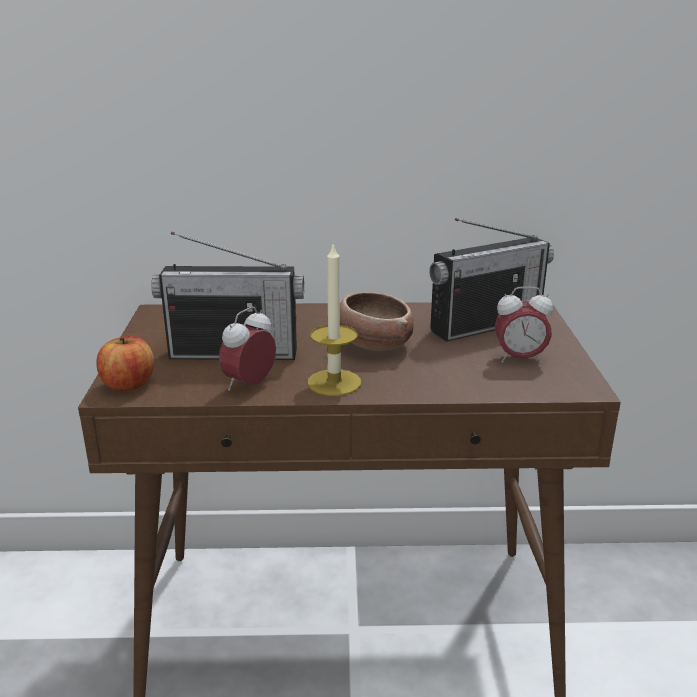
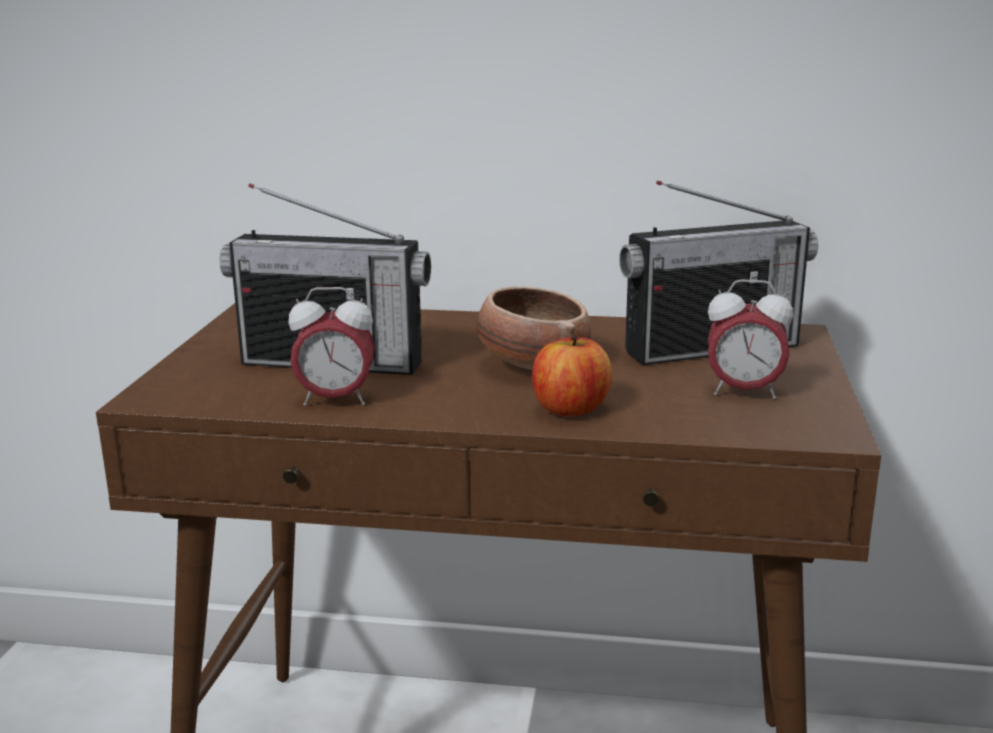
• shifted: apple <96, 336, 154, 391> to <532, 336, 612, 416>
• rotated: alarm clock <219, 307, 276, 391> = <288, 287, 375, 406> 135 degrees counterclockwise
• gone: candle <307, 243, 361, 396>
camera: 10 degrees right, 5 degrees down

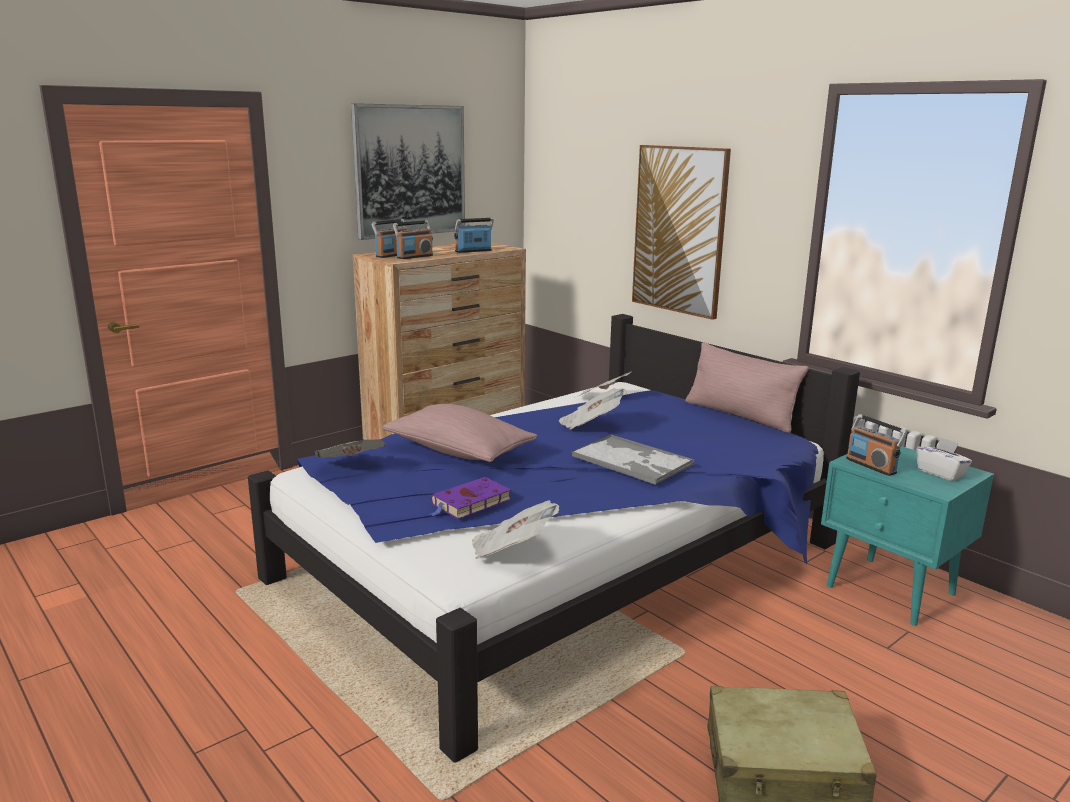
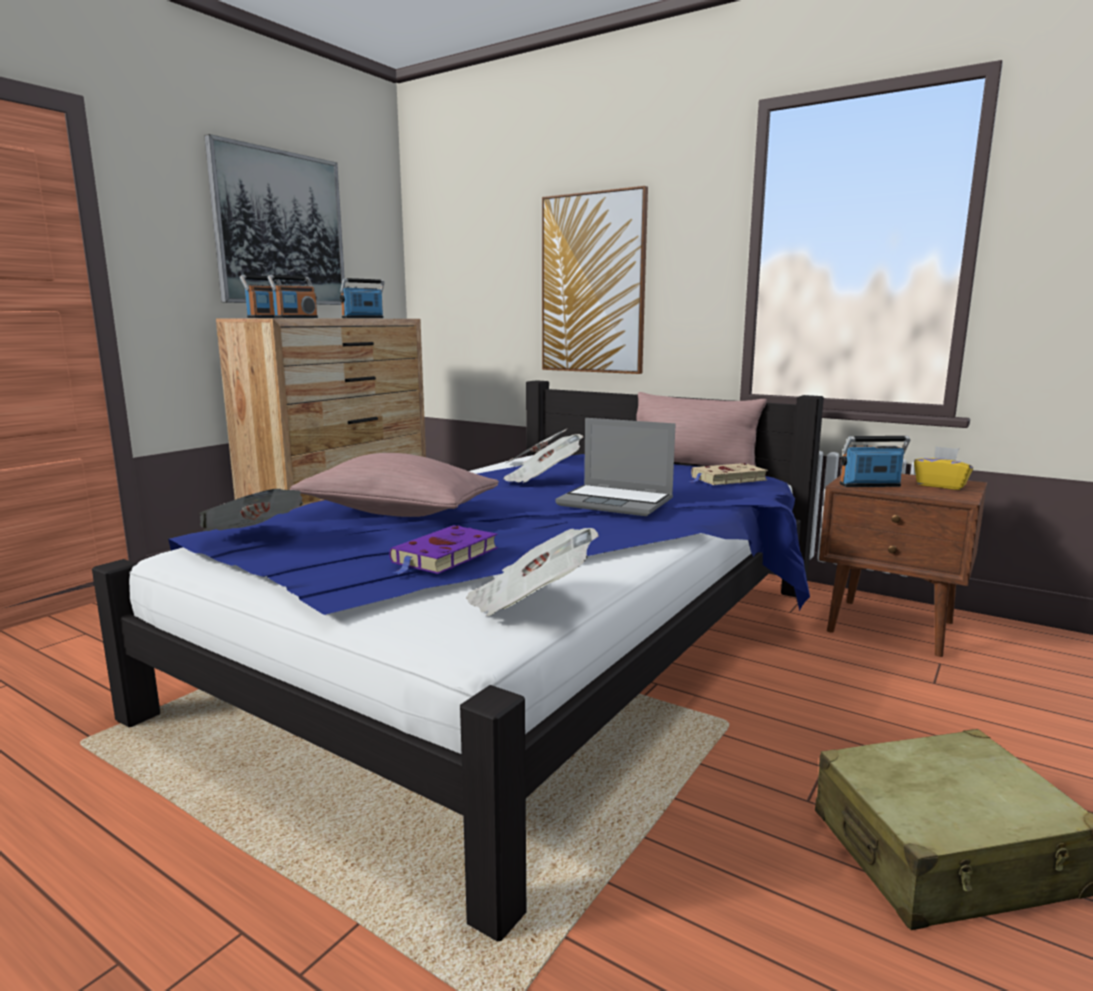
• swapped: tray <571, 434, 694, 485> to laptop <555, 418, 676, 516>
• repainted: turquoise nightstand <821, 446, 994, 626> to brown nightstand <819, 474, 987, 657>
• rotated: radio <846, 414, 907, 476> = <840, 436, 910, 487> 135 degrees clockwise
• repainted: white tissue box <916, 437, 972, 481> to yellow tissue box <914, 446, 973, 490>
• new: beige book <689, 463, 768, 485>
camera: 15 degrees left, 5 degrees down

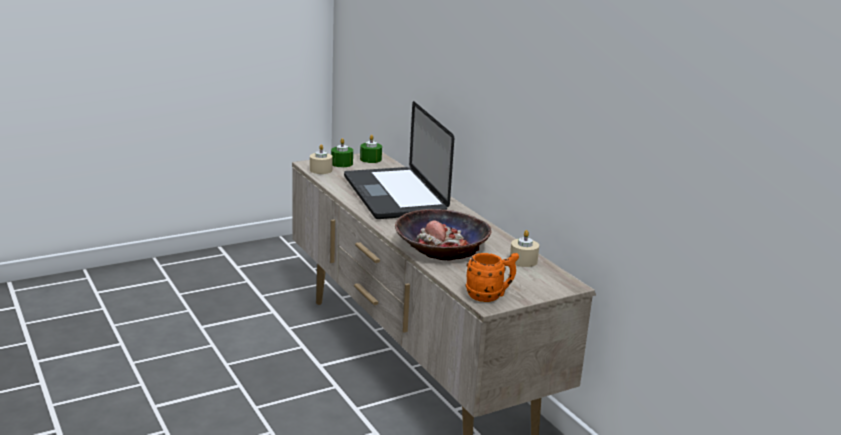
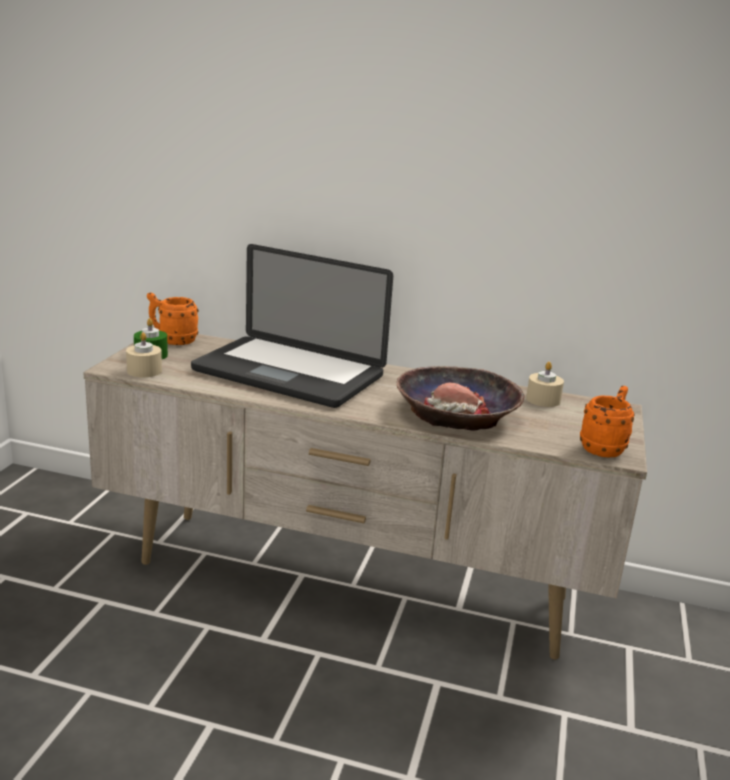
• swapped: green candle <360, 134, 382, 163> to orange mug <147, 293, 199, 345>
camera: 45 degrees left, 0 degrees up

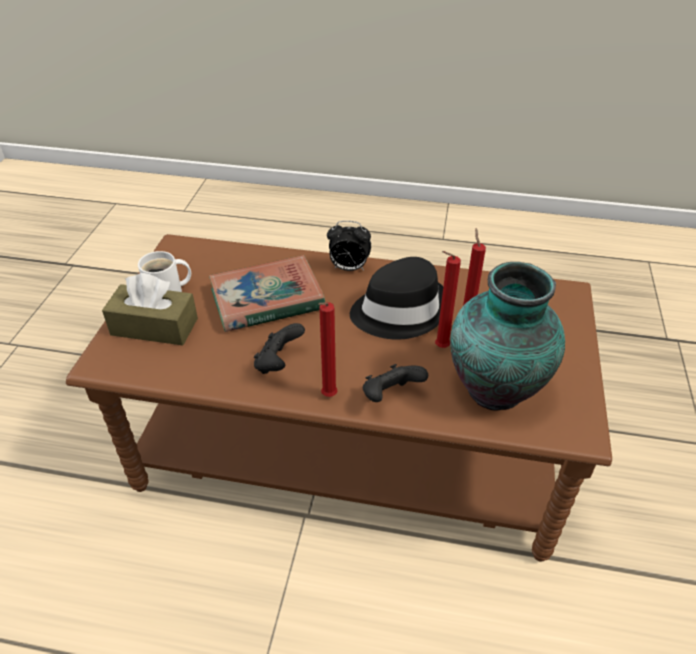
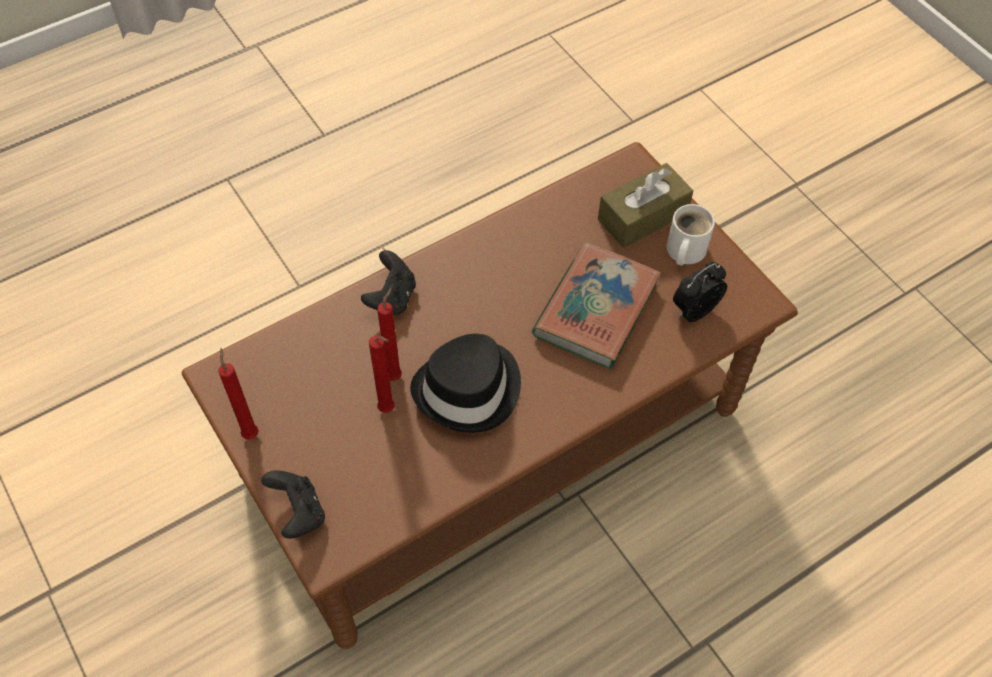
• shifted: black game controller <254, 323, 305, 374> to <261, 470, 325, 539>
• shifted: red candle <318, 302, 337, 397> to <218, 348, 259, 440>
• shifted: alarm clock <327, 221, 371, 271> to <673, 262, 727, 322>
• gone: vase <450, 262, 565, 410>
camera: 135 degrees right, 15 degrees up

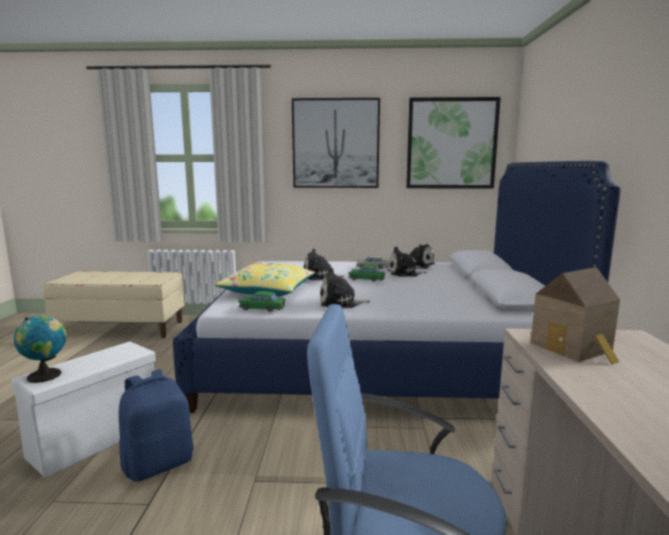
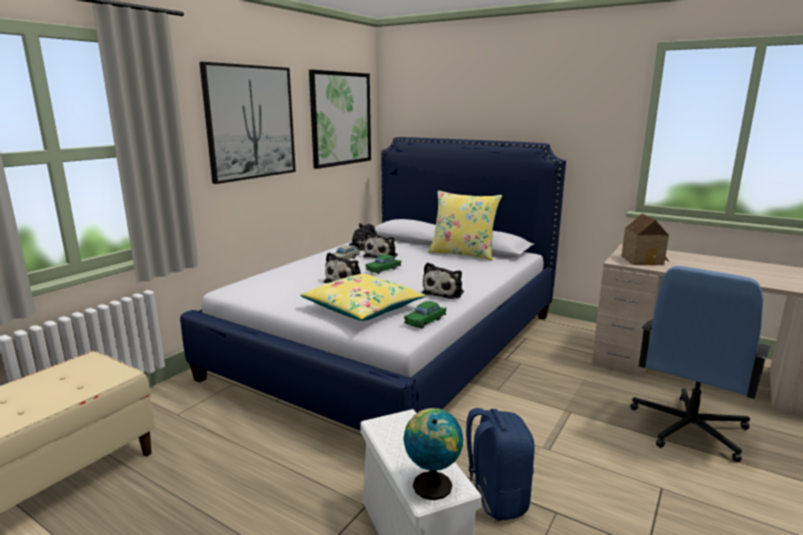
• new: yellow pillow <428, 190, 502, 261>
camera: 60 degrees left, 5 degrees up

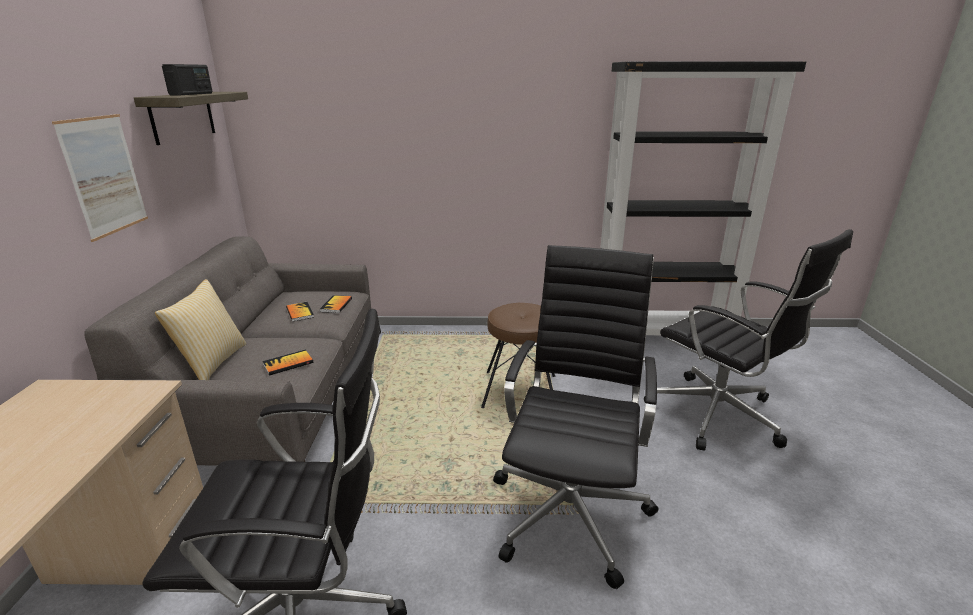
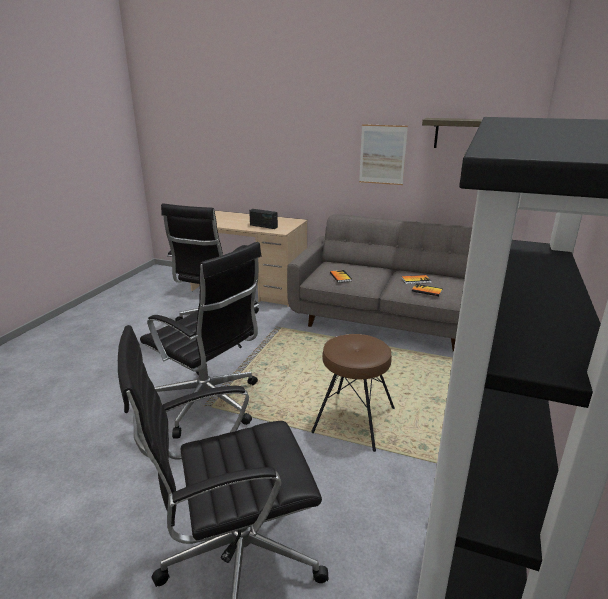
• gone: pillow <155, 279, 246, 380>
• shifted: radio <162, 64, 213, 95> to <249, 209, 278, 229>
camera: 110 degrees right, 0 degrees up

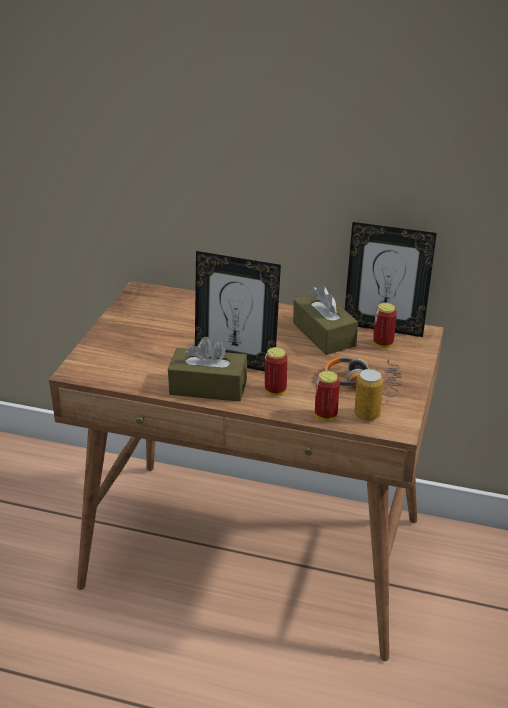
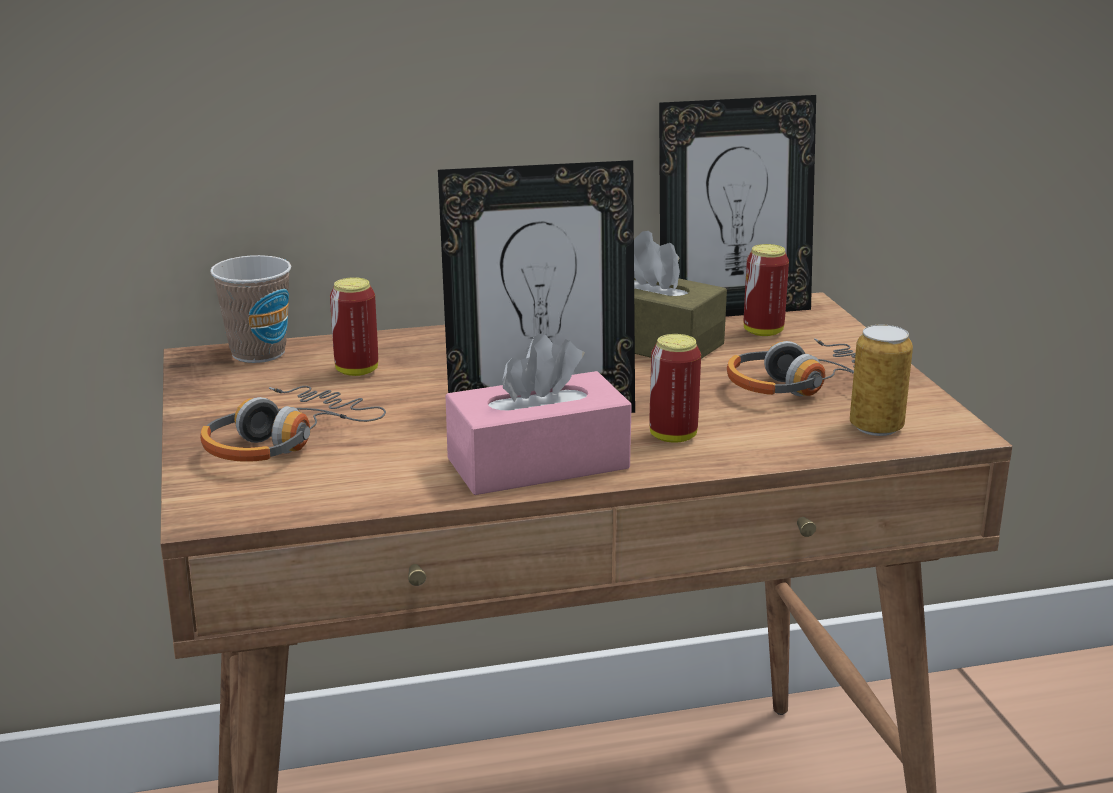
• repainted: brown tissue box <168, 337, 247, 402> to pink tissue box <445, 334, 632, 495>
• shifted: can <315, 371, 340, 421> to <330, 277, 378, 376>
• new: headphones <200, 386, 386, 462>
• new: cup <210, 255, 291, 363>
camera: 30 degrees left, 10 degrees down

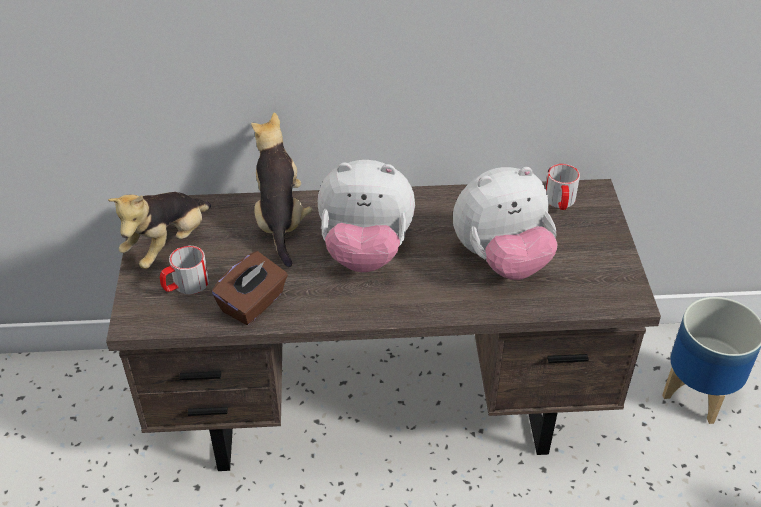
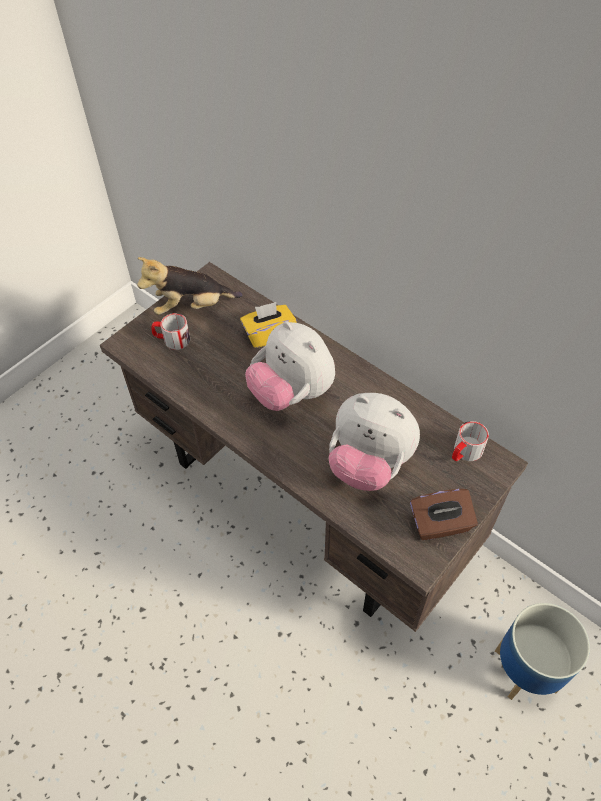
• shifted: brown tissue box <212, 251, 288, 325> to <410, 489, 478, 540>
• swapped: plush toy <251, 112, 312, 267> to yellow tissue box <240, 302, 297, 348>
camera: 45 degrees right, 10 degrees up

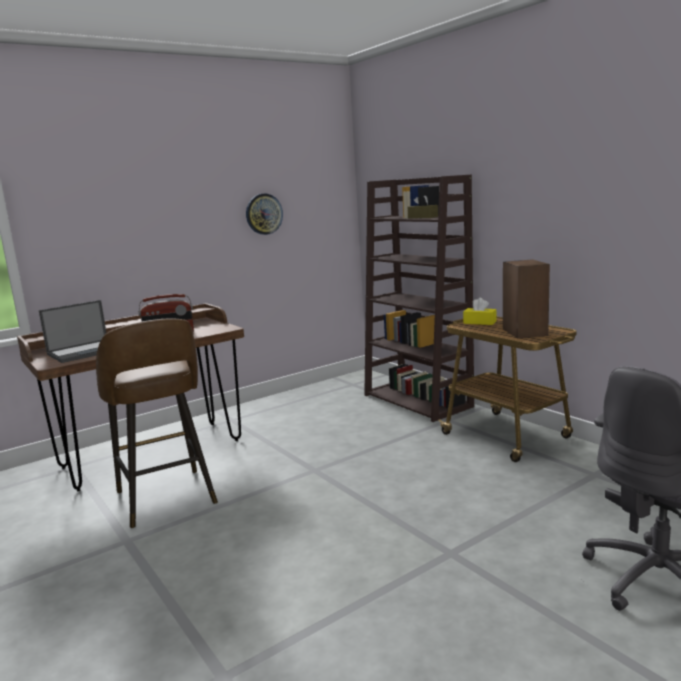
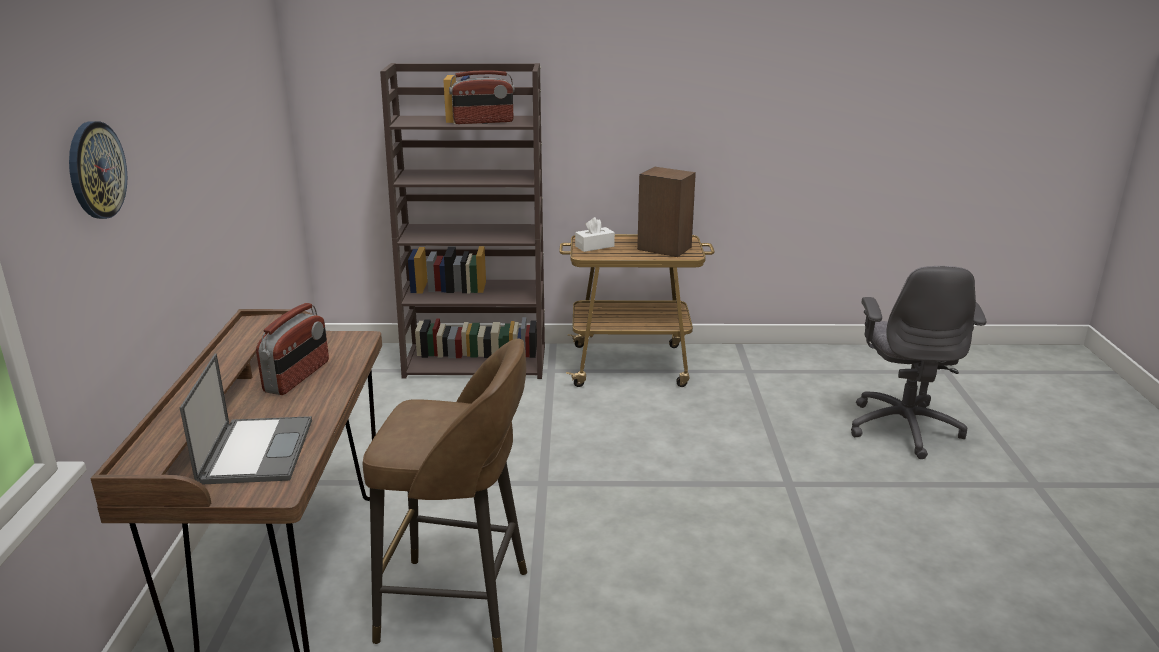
• shifted: wall clock <246, 193, 283, 235> to <69, 121, 127, 219>
• swapped: brown tissue box <407, 196, 438, 219> to radio <449, 70, 515, 124>
• repainted: yellow tissue box <463, 298, 496, 325> to white tissue box <575, 217, 615, 252>
camera: 55 degrees left, 10 degrees up

